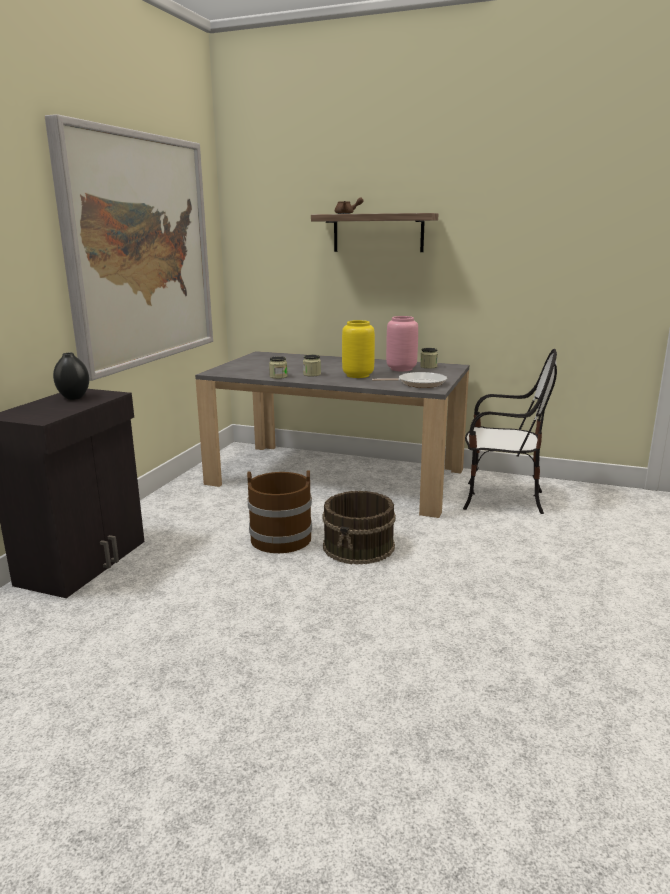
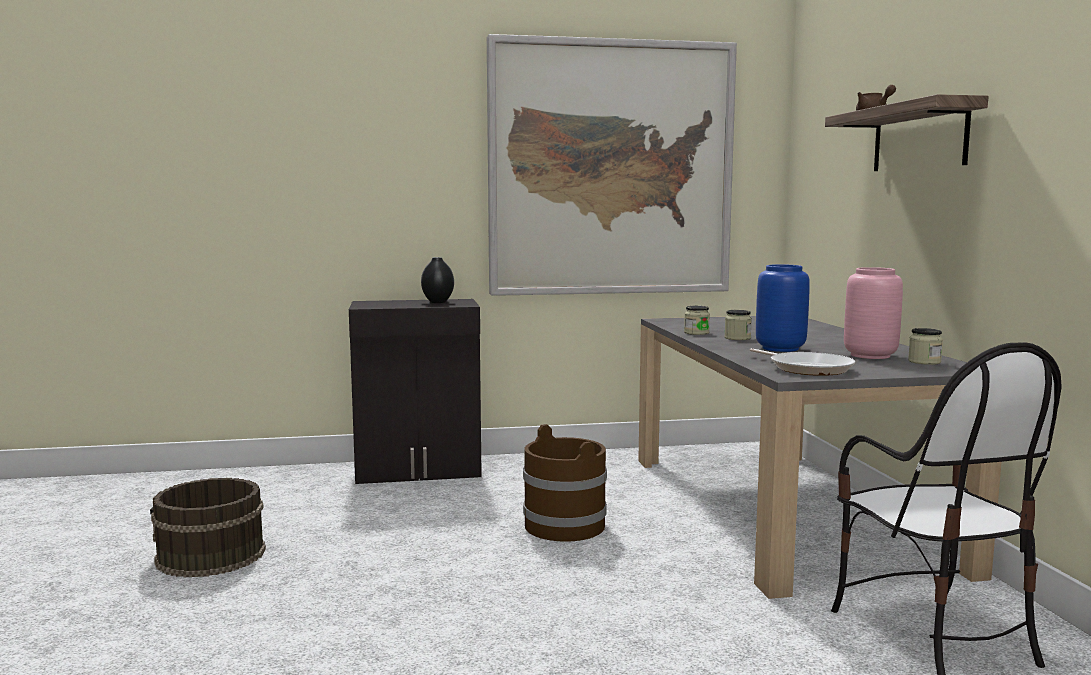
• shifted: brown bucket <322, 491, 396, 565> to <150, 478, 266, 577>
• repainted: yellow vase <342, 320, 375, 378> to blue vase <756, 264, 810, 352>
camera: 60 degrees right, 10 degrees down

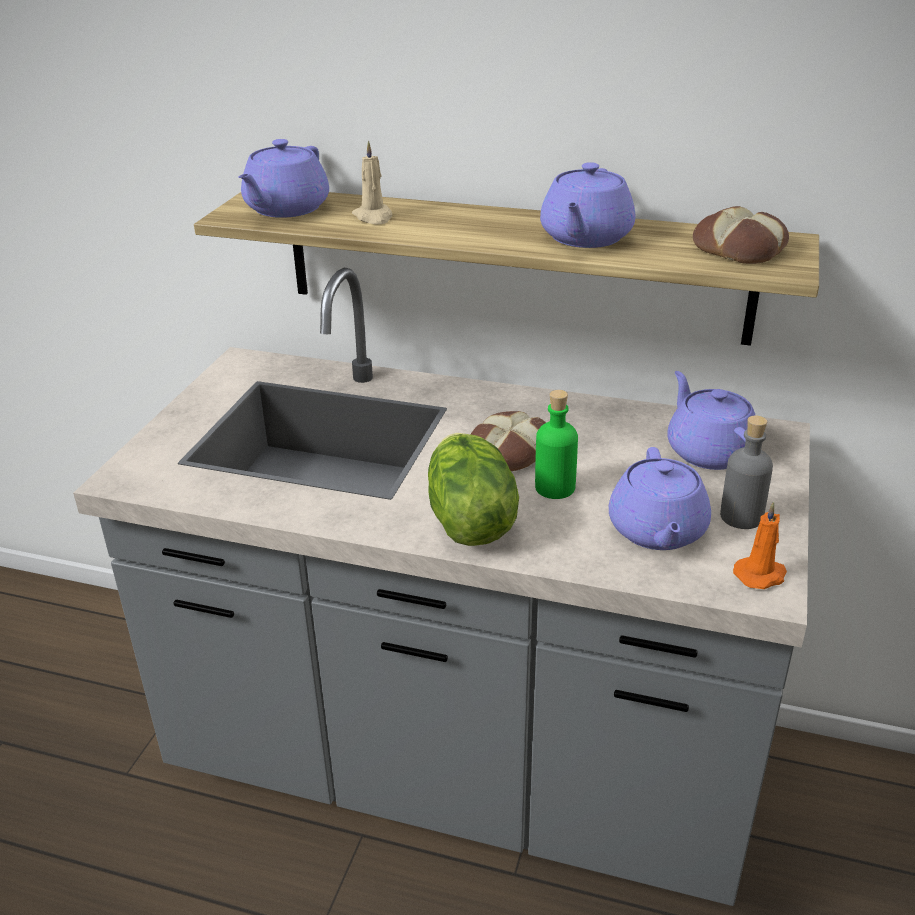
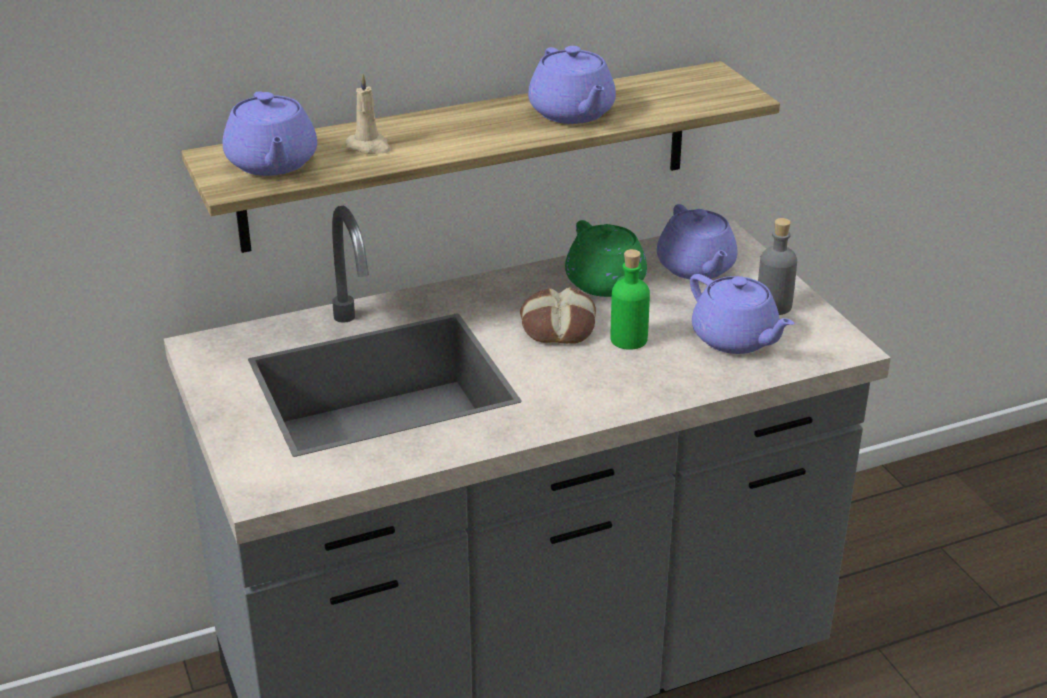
• gone: lettuce <428, 433, 519, 546>
• rotated: purple teapot <667, 371, 756, 470> = <657, 204, 737, 279> 135 degrees counterclockwise
• gone: bread <693, 206, 789, 264>
• gone: orange candle <733, 502, 787, 589>
• new: green teapot <565, 220, 647, 297>
camera: 40 degrees left, 0 degrees up

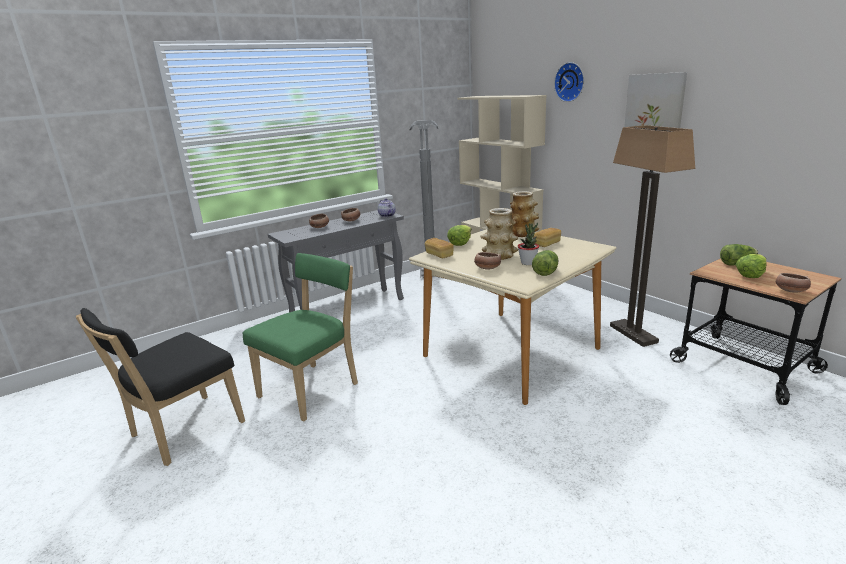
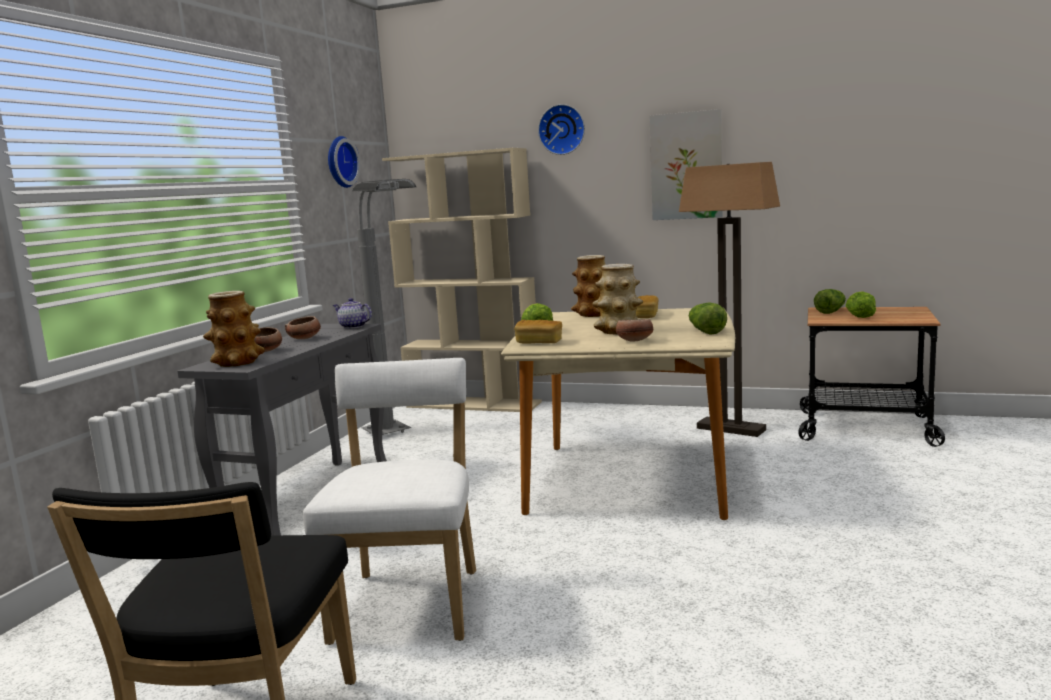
• repainted: green chair <243, 253, 358, 421> to white chair <303, 358, 476, 645>
• gone: potted plant <518, 222, 539, 265>
• gone: bowl <776, 273, 811, 293>
• new: vase <203, 291, 265, 367>
• new: wall clock <328, 136, 360, 188>
camera: 35 degrees left, 10 degrees down

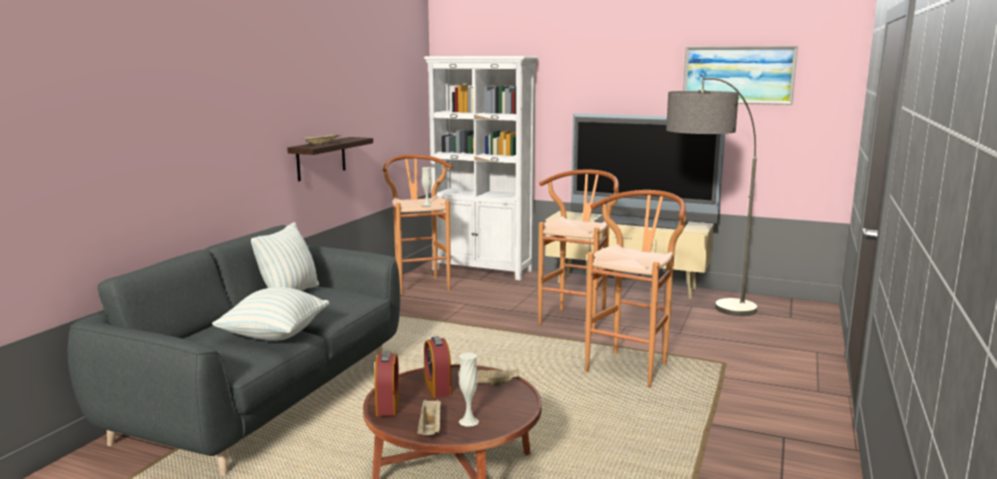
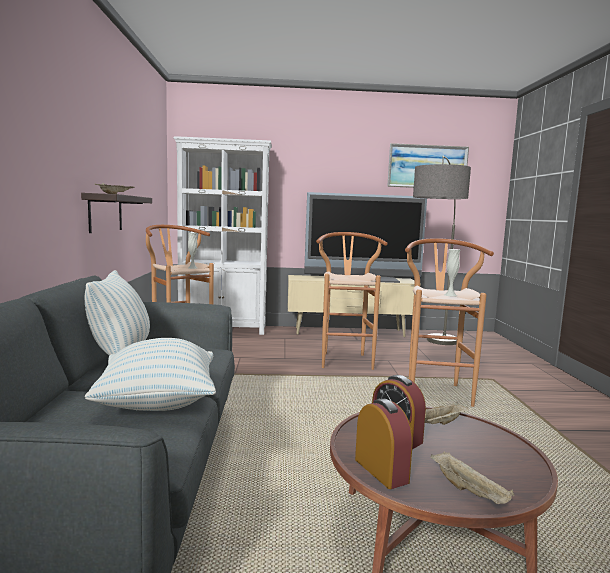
• shifted: white vase <459, 353, 479, 427> to <444, 249, 460, 297>
camera: 25 degrees left, 5 degrees down

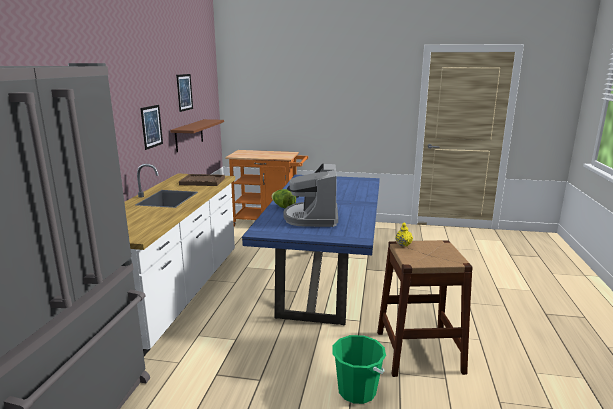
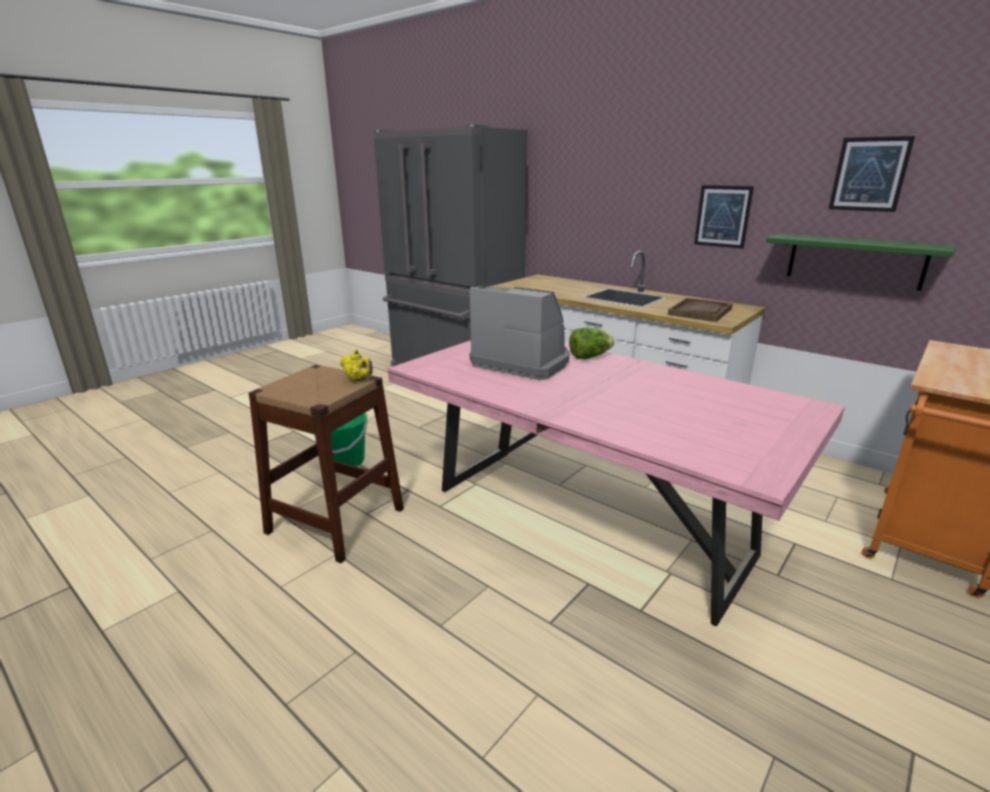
• repainted: brown shelf <170, 119, 224, 152> to green shelf <766, 234, 957, 291>
• repainted: blue dining table <242, 175, 380, 326> to pink dining table <388, 340, 845, 626>
camera: 120 degrees right, 5 degrees up

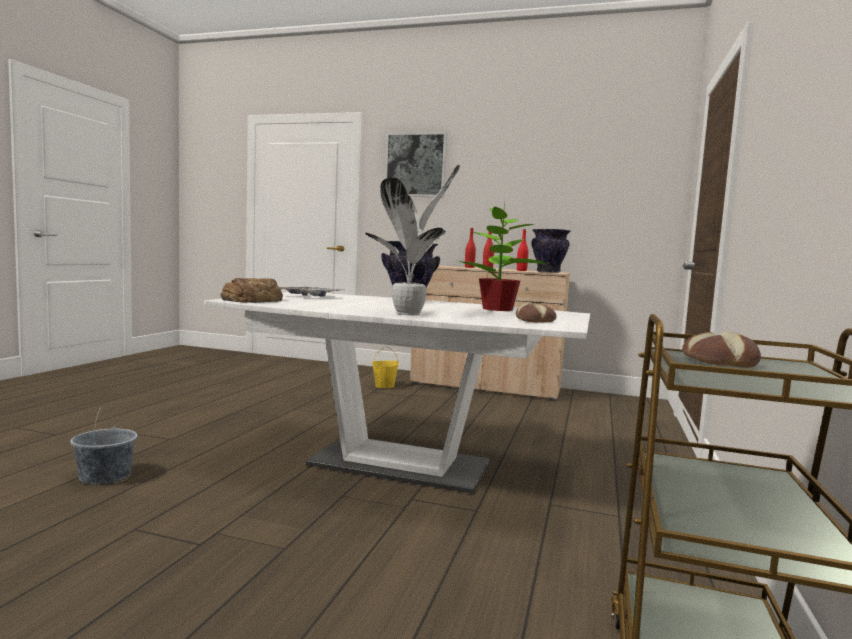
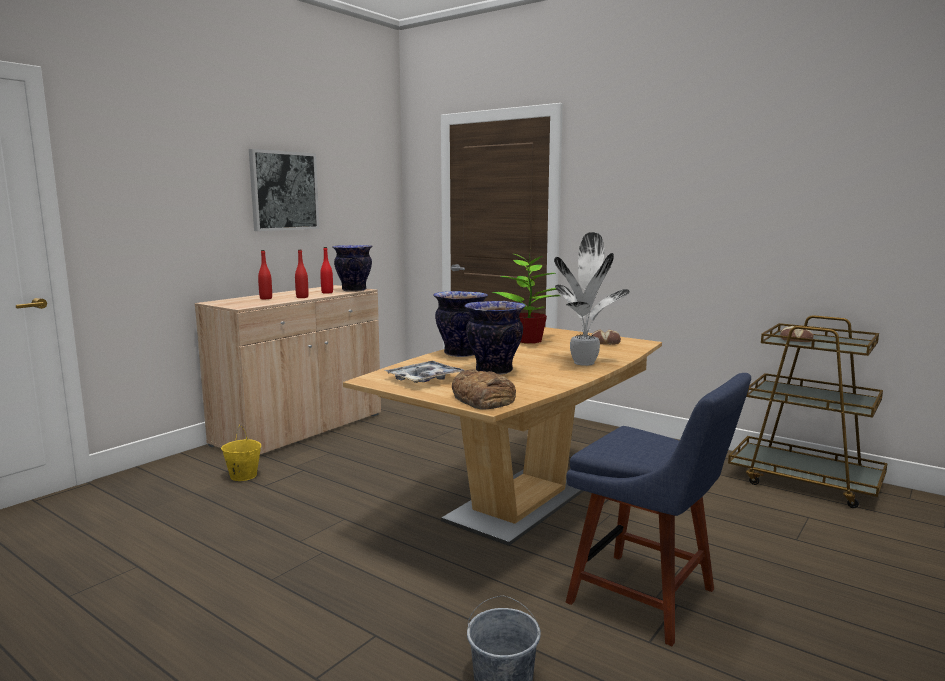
• repainted: white dining table <204, 292, 590, 494> to brown dining table <343, 327, 662, 546>
• shifted: picture <385, 132, 448, 197> to <249, 149, 319, 231>
• new: vase <464, 301, 526, 375>
• new: blue chair <565, 373, 751, 646>
camera: 70 degrees left, 5 degrees up

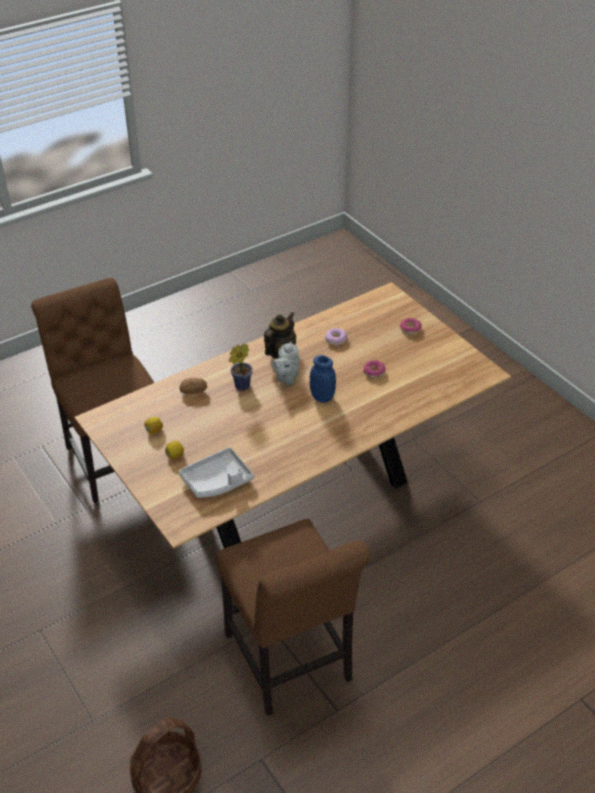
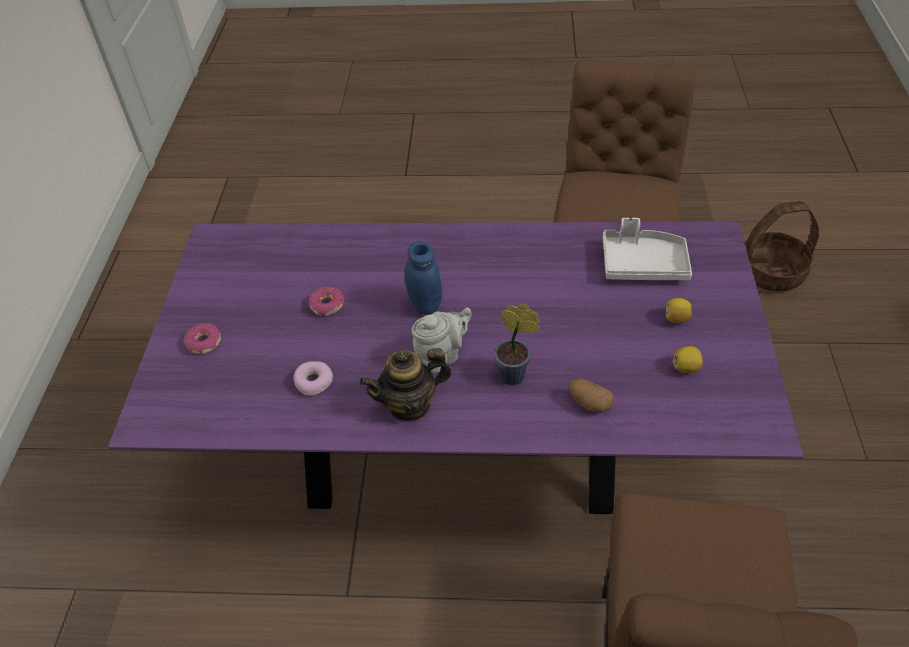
• repainted: brown dining table <74, 282, 511, 549> to purple dining table <108, 221, 804, 514>
camera: 140 degrees left, 5 degrees up

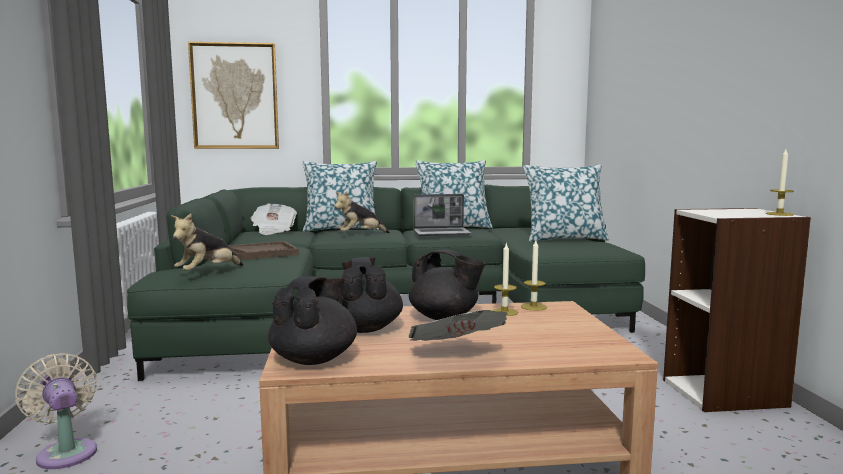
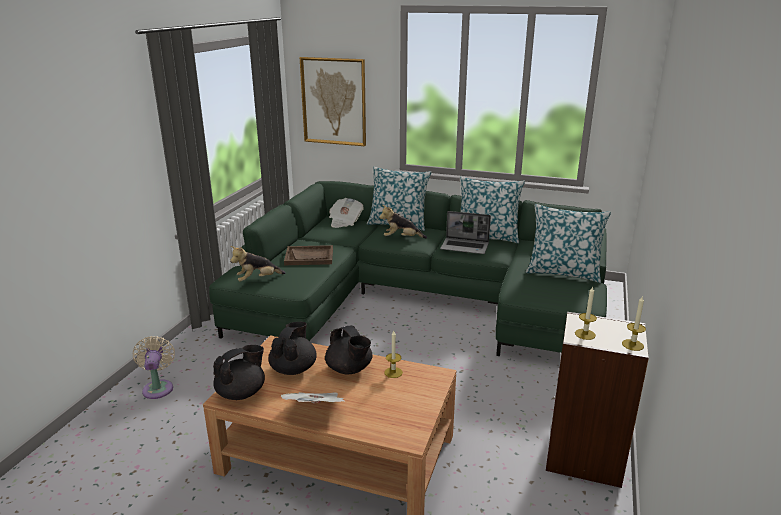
• shifted: candle <521, 240, 547, 311> to <575, 286, 597, 340>
camera: 25 degrees right, 15 degrees up

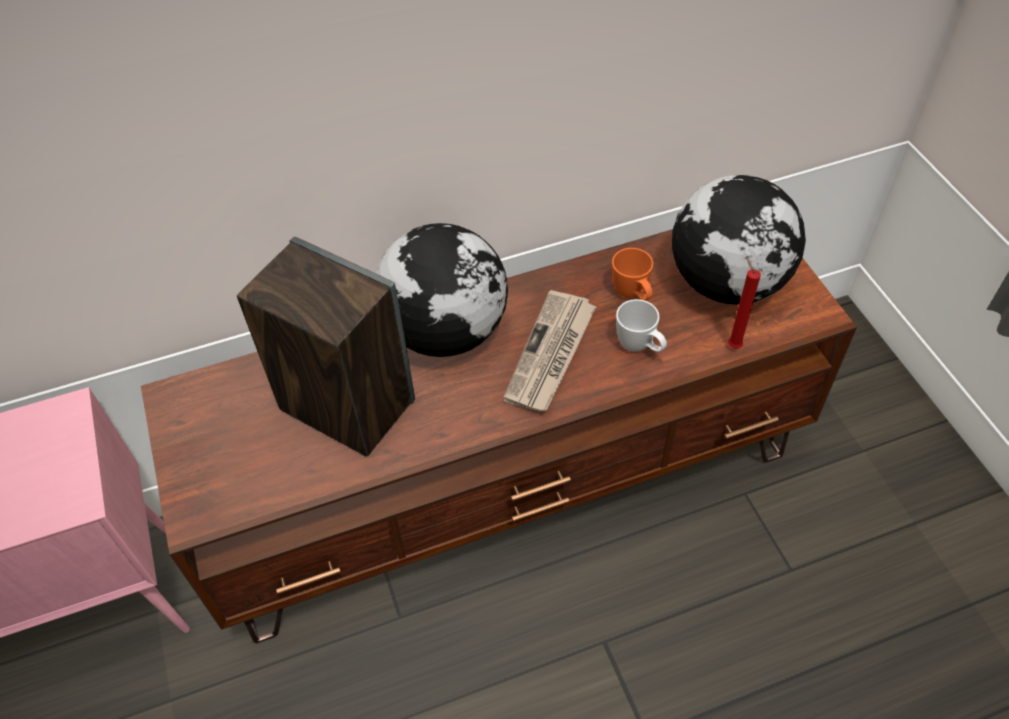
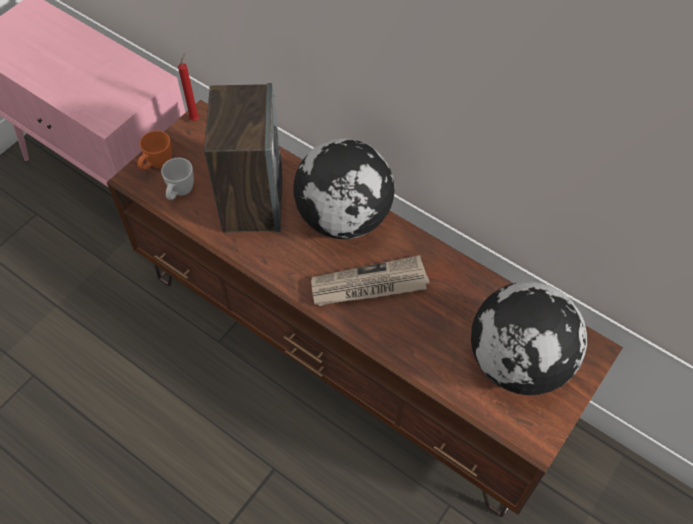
• shifted: orange mug <612, 248, 653, 301> to <138, 131, 172, 170>
• shifted: white mug <616, 299, 667, 352> to <161, 158, 194, 200>
• shifted: red candle <728, 257, 761, 348> to <178, 54, 199, 121>
camera: 55 degrees right, 5 degrees up

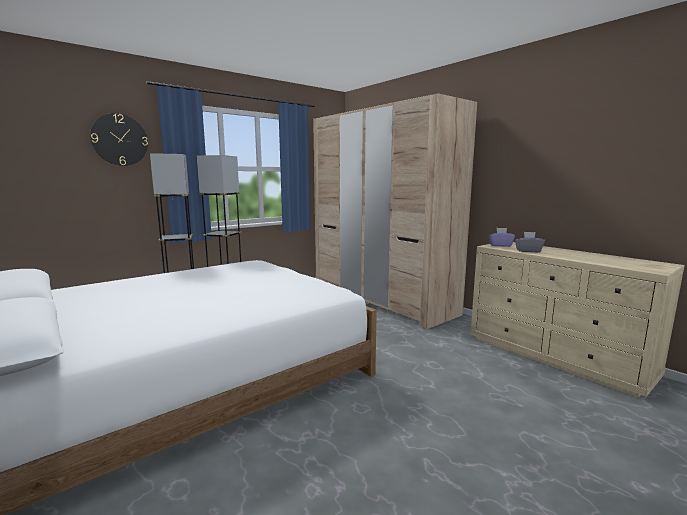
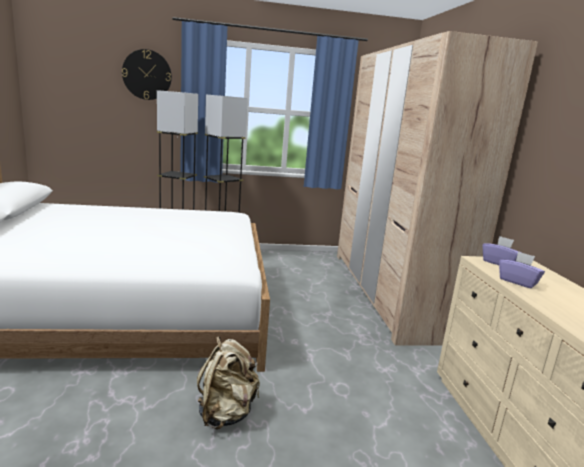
• repainted: grey tissue box <515, 232, 545, 252> to purple tissue box <499, 251, 545, 288>
• new: beige backpack <197, 336, 260, 429>
camera: 30 degrees right, 5 degrees up

